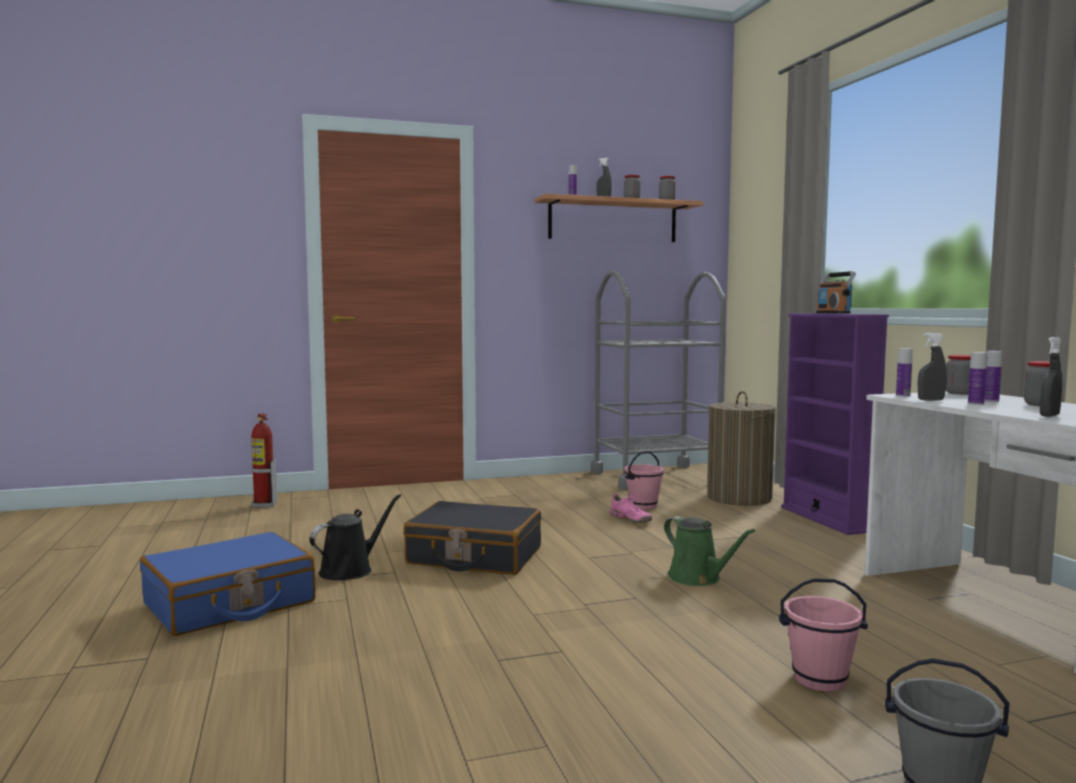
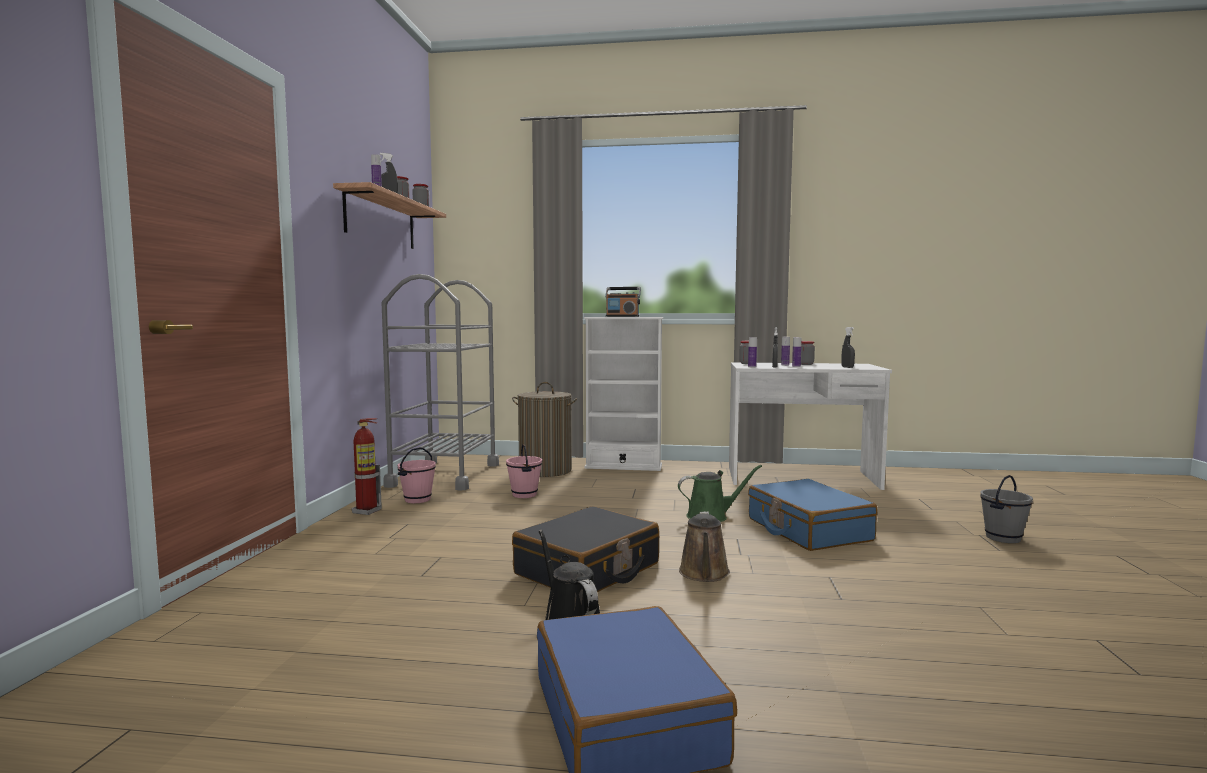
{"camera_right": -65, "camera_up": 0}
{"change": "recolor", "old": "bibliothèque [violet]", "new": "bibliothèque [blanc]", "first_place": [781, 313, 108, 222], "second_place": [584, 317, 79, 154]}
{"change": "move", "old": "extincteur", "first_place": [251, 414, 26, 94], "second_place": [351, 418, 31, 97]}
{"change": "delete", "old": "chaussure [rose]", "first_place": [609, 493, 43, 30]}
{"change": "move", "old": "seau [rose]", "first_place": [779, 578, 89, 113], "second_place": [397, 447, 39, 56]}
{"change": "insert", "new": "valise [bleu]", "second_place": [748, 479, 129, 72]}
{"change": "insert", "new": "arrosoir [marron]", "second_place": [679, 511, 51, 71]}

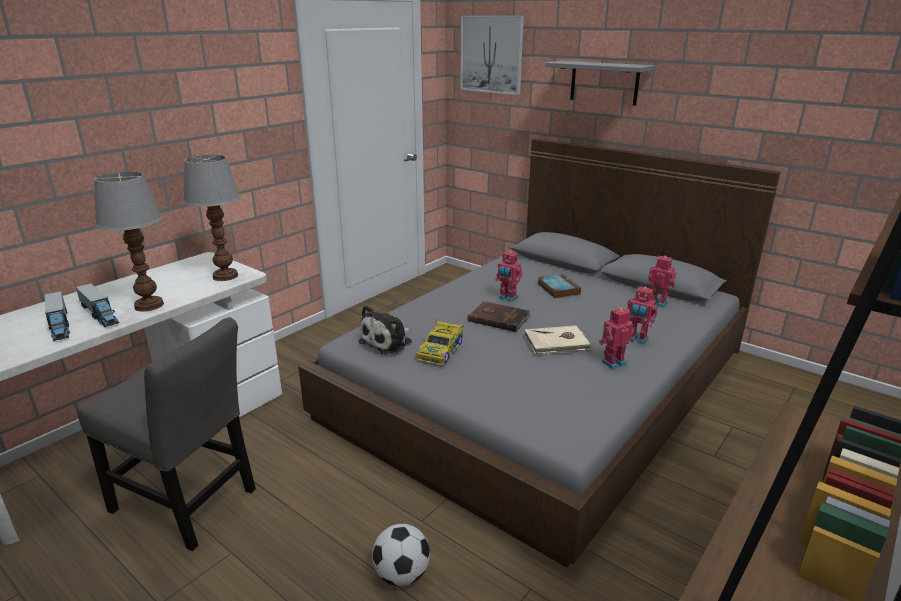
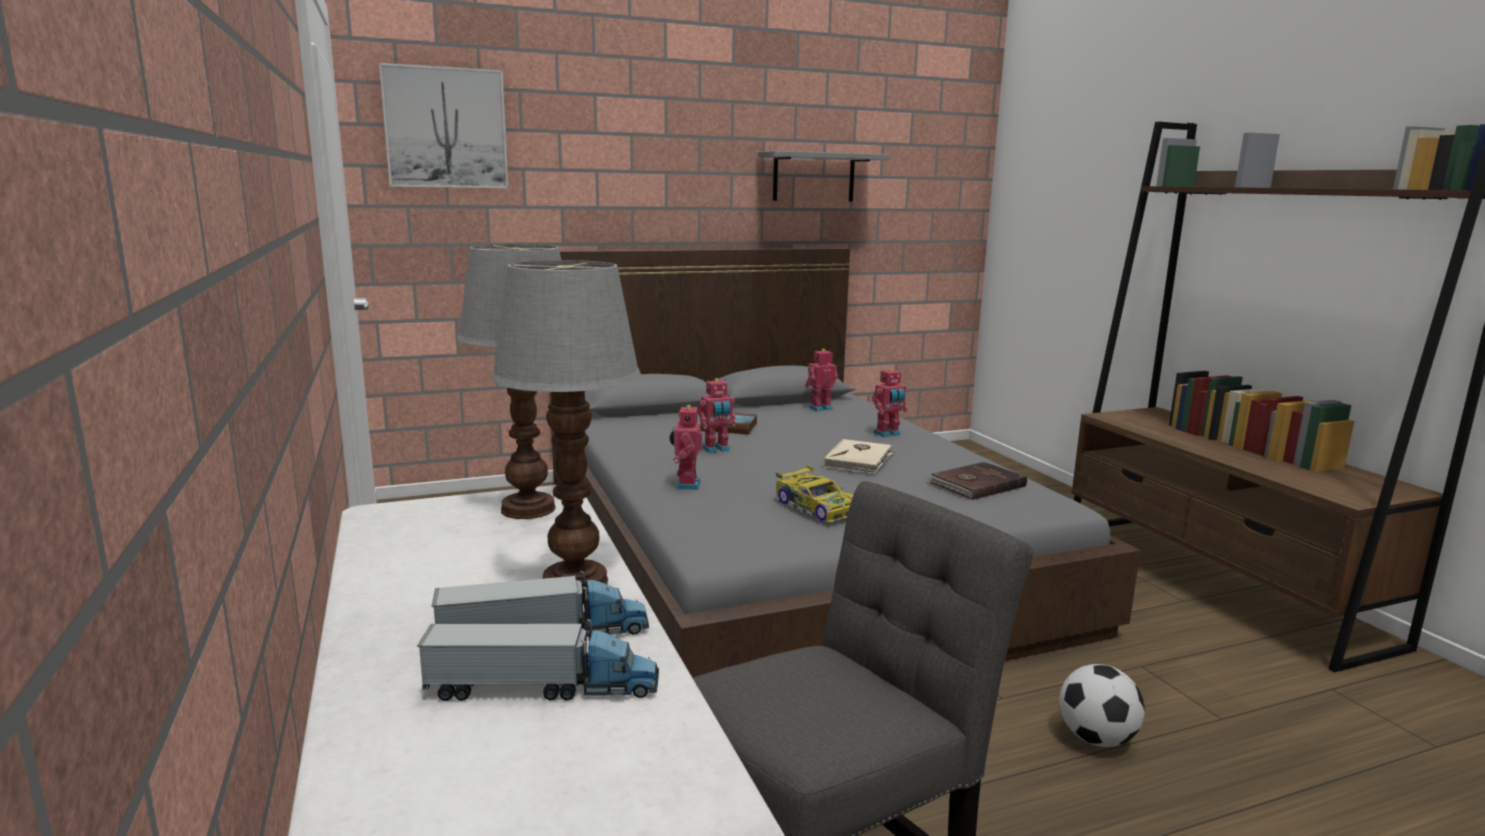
{"camera_right": -60, "camera_up": -10}
{"change": "move", "old": "étagère [gris]", "first_place": [545, 61, 110, 45], "second_place": [758, 151, 132, 51]}
{"change": "move", "old": "livre [marron]", "first_place": [468, 301, 62, 31], "second_place": [927, 462, 100, 38]}
{"change": "delete", "old": "peluche", "first_place": [358, 305, 54, 49]}
{"change": "move", "old": "robot jouet", "first_place": [599, 307, 34, 62], "second_place": [670, 404, 32, 86]}

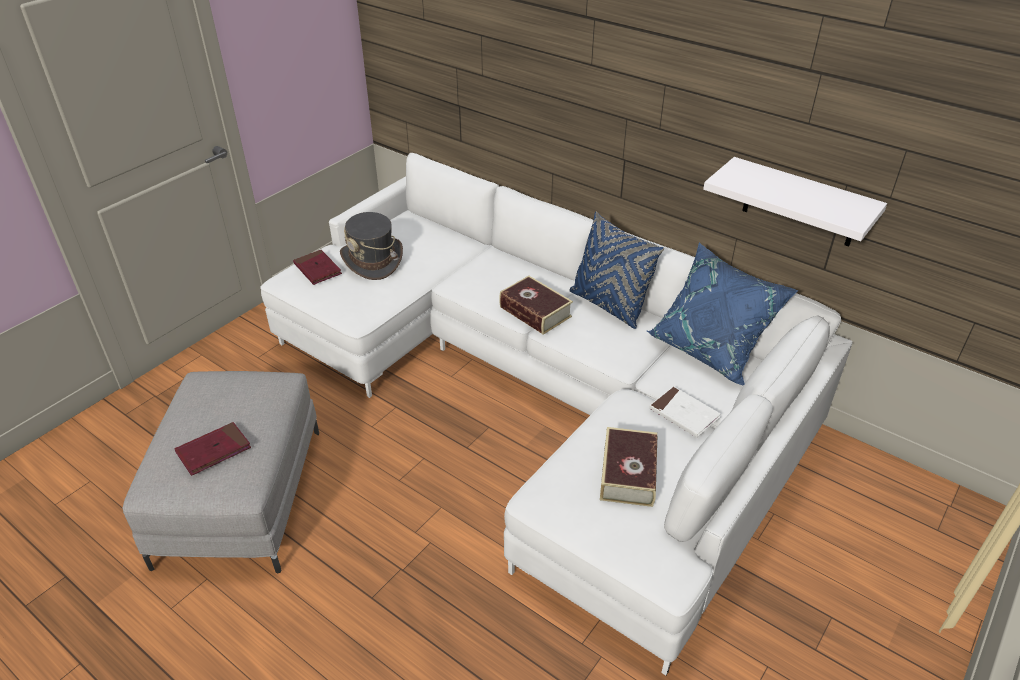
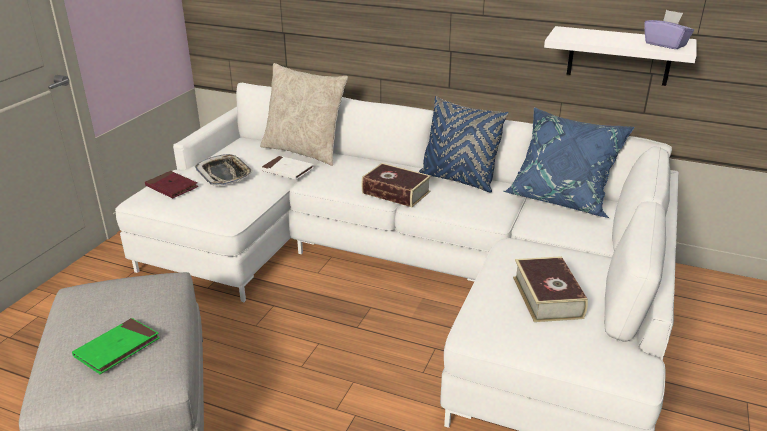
{"camera_right": -15, "camera_up": -10}
{"change": "replace", "old": "chapeau [gris]", "new": "plateau", "first_place": [340, 212, 63, 68], "second_place": [195, 154, 58, 32]}
{"change": "move", "old": "livre [blanc]", "first_place": [649, 386, 72, 52], "second_place": [261, 156, 53, 24]}
{"change": "recolor", "old": "livre [rouge]", "new": "livre [vert]", "first_place": [175, 422, 76, 54], "second_place": [72, 318, 88, 56]}
{"change": "insert", "new": "boîte à mouchoirs [violet]", "second_place": [644, 10, 50, 39]}
{"change": "insert", "new": "coussin [beige]", "second_place": [260, 63, 88, 103]}

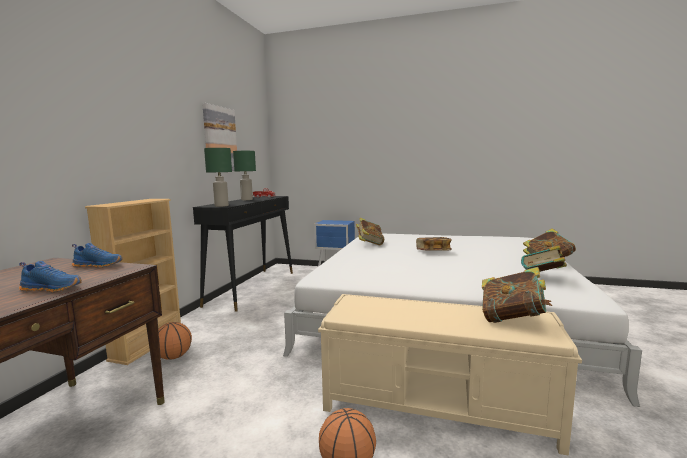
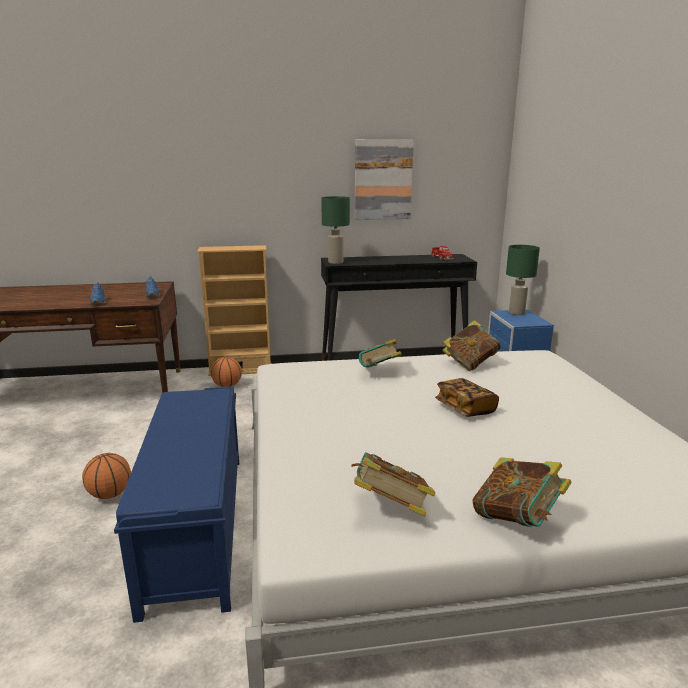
{"camera_right": 65, "camera_up": 10}
{"change": "move", "old": "lampe de table [vert]", "first_place": [233, 151, 23, 49], "second_place": [506, 245, 34, 70]}
{"change": "move", "old": "livre", "first_place": [482, 267, 70, 56], "second_place": [359, 339, 43, 29]}
{"change": "recolor", "old": "banc [beige]", "new": "banc [bleu]", "first_place": [318, 294, 264, 162], "second_place": [114, 386, 125, 237]}

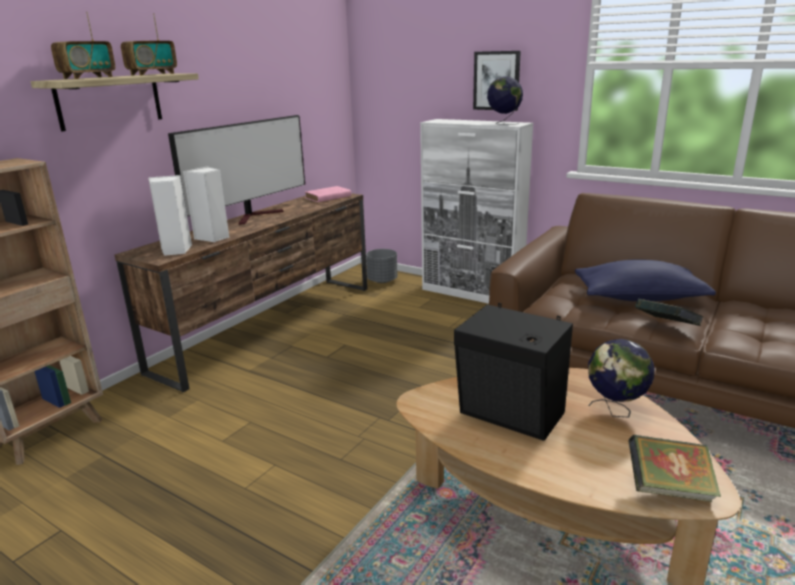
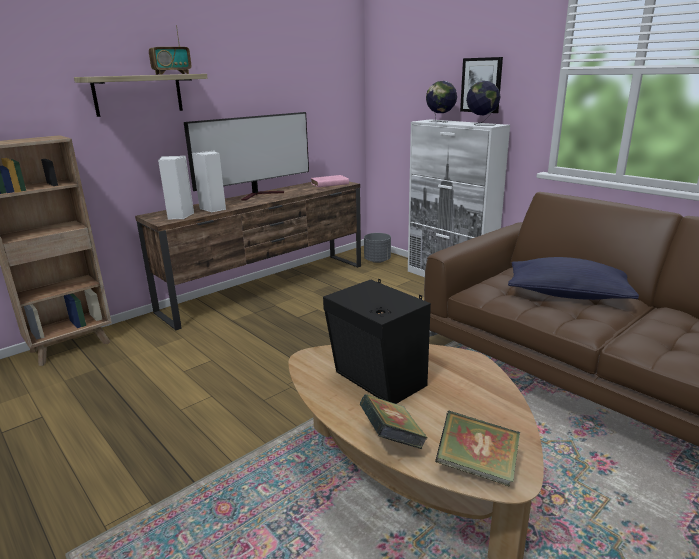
{"camera_right": 15, "camera_up": 0}
{"change": "delete", "old": "radio", "first_place": [51, 12, 64, 67]}
{"change": "move", "old": "livre", "first_place": [635, 299, 69, 27], "second_place": [359, 394, 69, 55]}
{"change": "move", "old": "globe", "first_place": [588, 339, 66, 79], "second_place": [426, 81, 31, 42]}

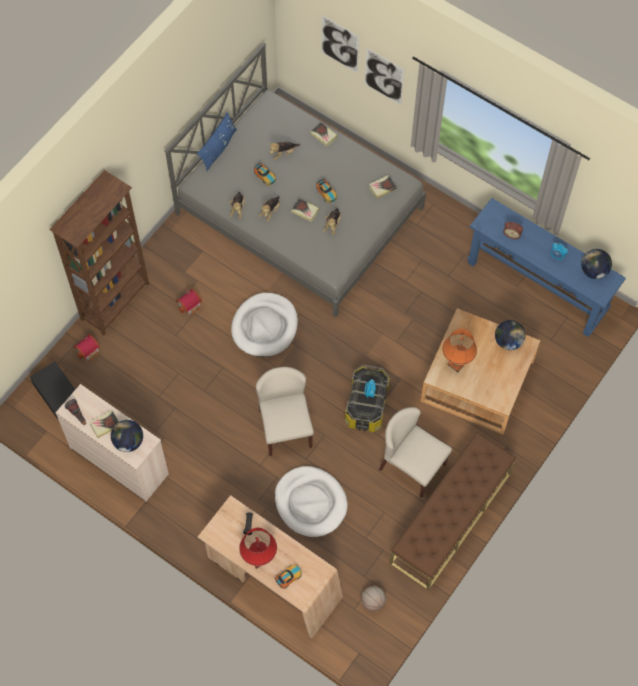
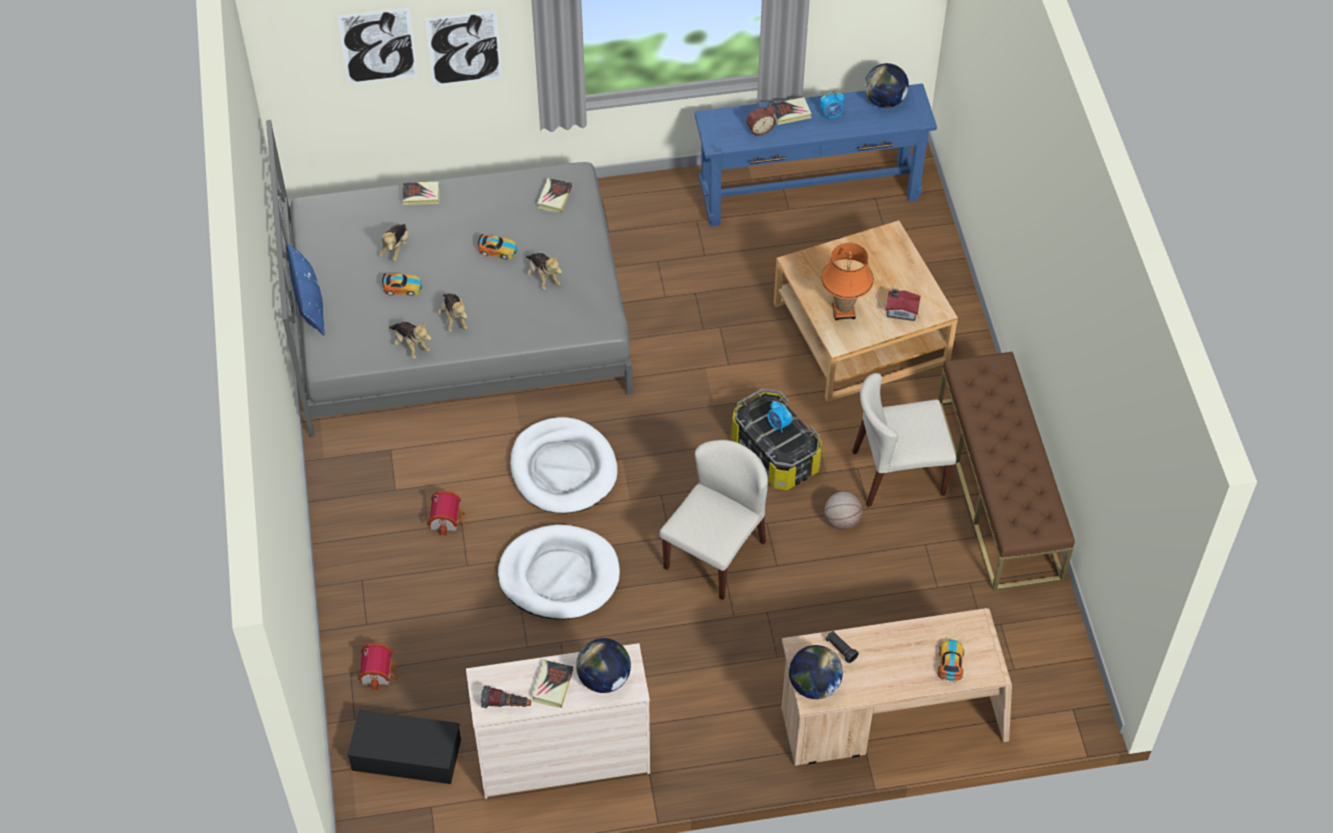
{"camera_right": -45, "camera_up": -10}
{"change": "delete", "old": "bibliothèque [marron]", "first_place": [49, 170, 100, 165]}
{"change": "move", "old": "livre", "first_place": [291, 198, 28, 24], "second_place": [770, 97, 42, 28]}
{"change": "move", "old": "globe", "first_place": [495, 320, 30, 30], "second_place": [789, 645, 54, 54]}
{"change": "rotate", "old": "chaise [beige]", "first_place": [256, 367, 58, 89], "second_place": [659, 440, 109, 160], "degrees": 90}
{"change": "move", "old": "panier pour chien [blanc]", "first_place": [275, 466, 73, 71], "second_place": [498, 525, 122, 95]}
{"change": "delete", "old": "lampe de table [rouge]", "first_place": [239, 528, 38, 41]}
{"change": "move", "old": "ballon de basket", "first_place": [361, 586, 25, 26], "second_place": [824, 492, 38, 38]}
{"change": "insert", "new": "maison miniature", "second_place": [886, 289, 34, 32]}

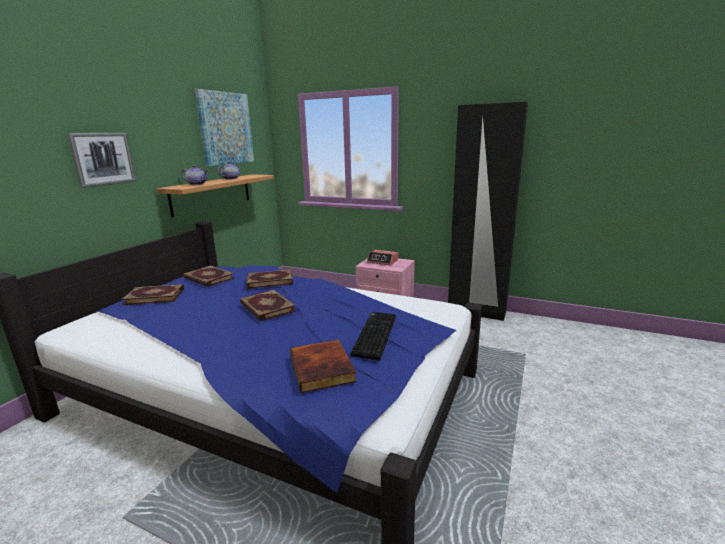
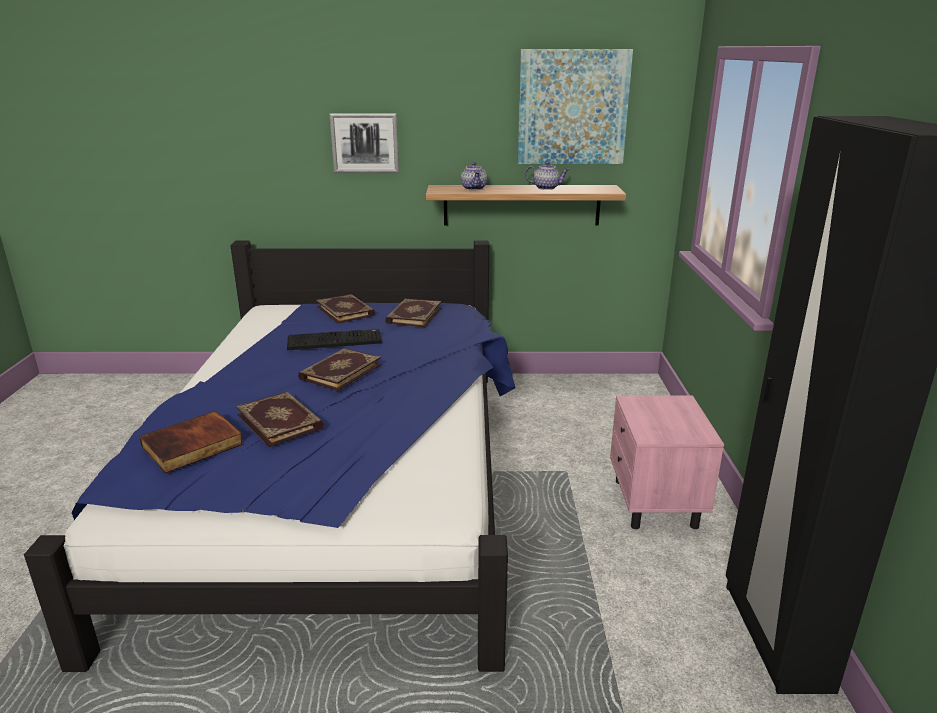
{"camera_right": 65, "camera_up": 5}
{"change": "delete", "old": "réveil", "first_place": [367, 250, 31, 16]}
{"change": "move", "old": "livre", "first_place": [246, 269, 47, 20], "second_place": [236, 392, 88, 55]}
{"change": "move", "old": "clavier", "first_place": [351, 312, 45, 49], "second_place": [287, 329, 94, 21]}

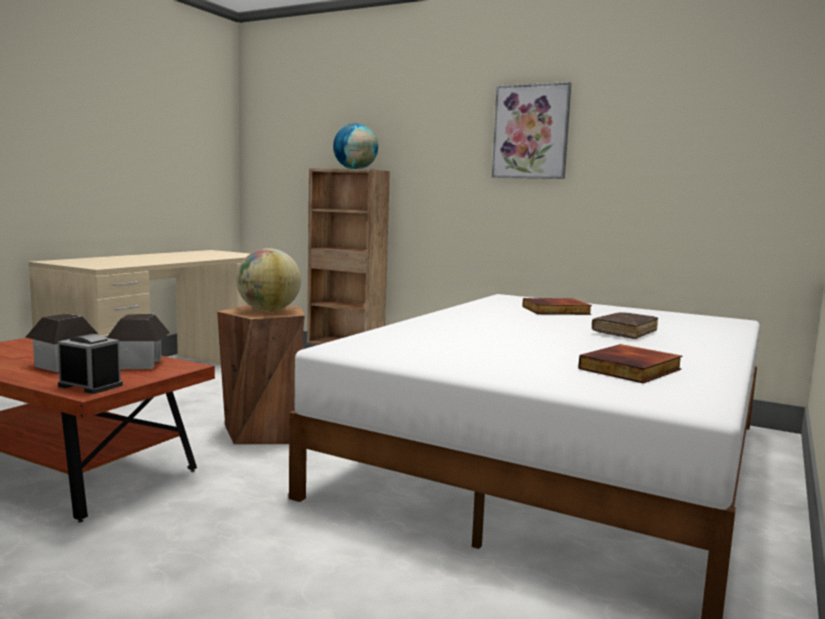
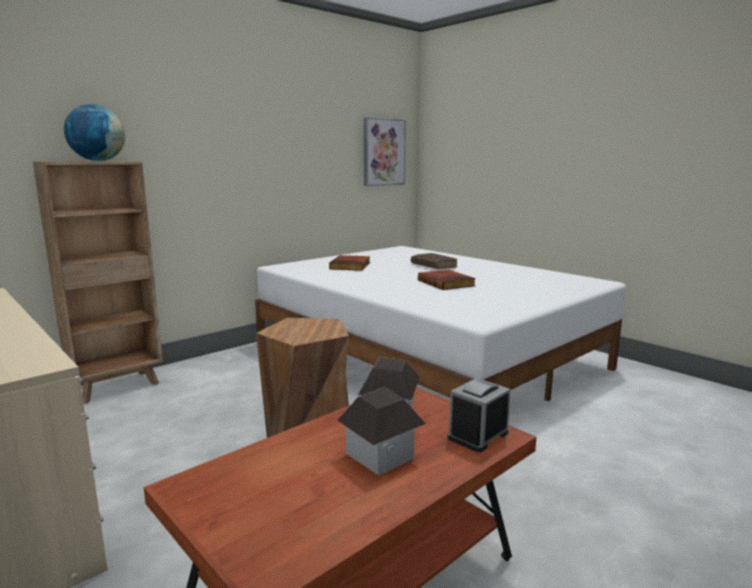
{"camera_right": -70, "camera_up": 5}
{"change": "move", "old": "tableau", "first_place": [492, 82, 79, 97], "second_place": [364, 117, 42, 69]}
{"change": "delete", "old": "globe", "first_place": [236, 248, 65, 64]}
{"change": "move", "old": "livre", "first_place": [578, 344, 104, 39], "second_place": [418, 270, 58, 20]}

